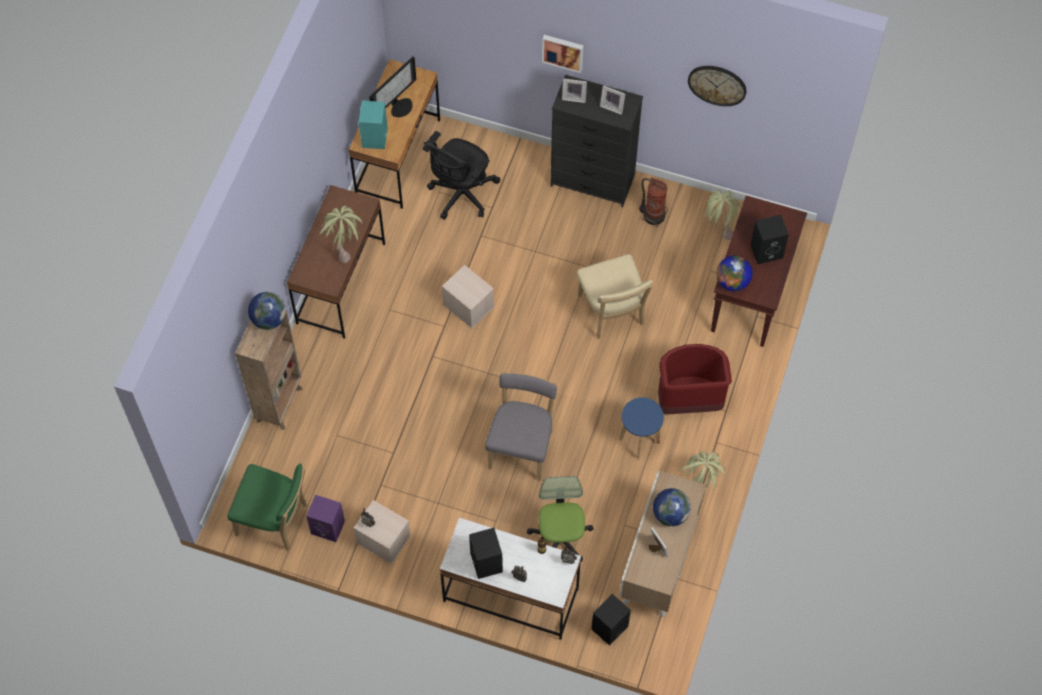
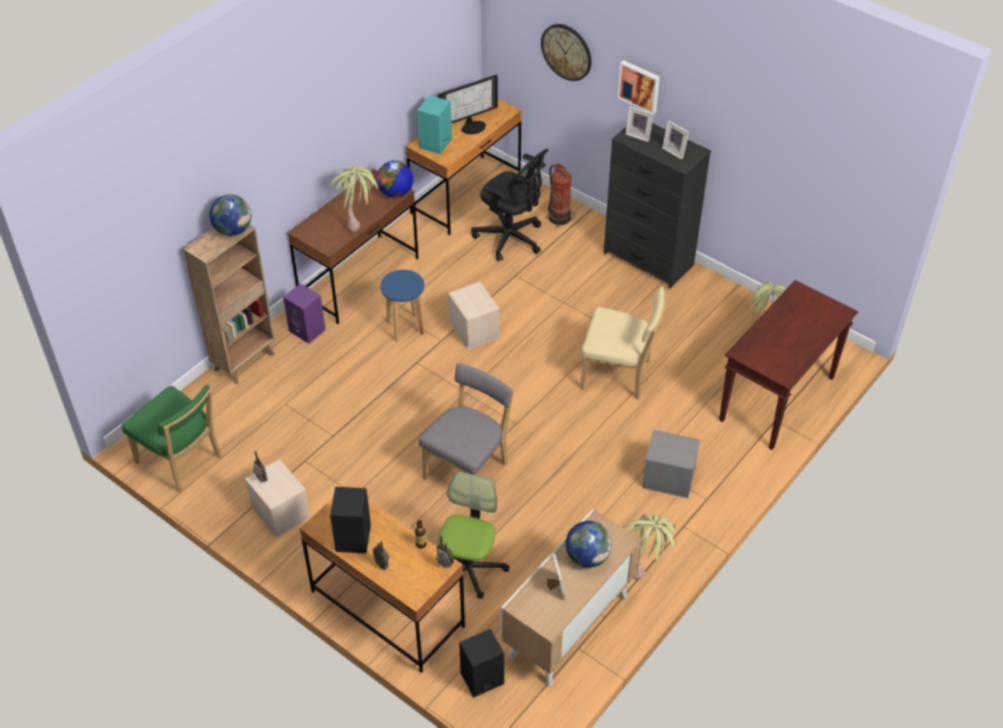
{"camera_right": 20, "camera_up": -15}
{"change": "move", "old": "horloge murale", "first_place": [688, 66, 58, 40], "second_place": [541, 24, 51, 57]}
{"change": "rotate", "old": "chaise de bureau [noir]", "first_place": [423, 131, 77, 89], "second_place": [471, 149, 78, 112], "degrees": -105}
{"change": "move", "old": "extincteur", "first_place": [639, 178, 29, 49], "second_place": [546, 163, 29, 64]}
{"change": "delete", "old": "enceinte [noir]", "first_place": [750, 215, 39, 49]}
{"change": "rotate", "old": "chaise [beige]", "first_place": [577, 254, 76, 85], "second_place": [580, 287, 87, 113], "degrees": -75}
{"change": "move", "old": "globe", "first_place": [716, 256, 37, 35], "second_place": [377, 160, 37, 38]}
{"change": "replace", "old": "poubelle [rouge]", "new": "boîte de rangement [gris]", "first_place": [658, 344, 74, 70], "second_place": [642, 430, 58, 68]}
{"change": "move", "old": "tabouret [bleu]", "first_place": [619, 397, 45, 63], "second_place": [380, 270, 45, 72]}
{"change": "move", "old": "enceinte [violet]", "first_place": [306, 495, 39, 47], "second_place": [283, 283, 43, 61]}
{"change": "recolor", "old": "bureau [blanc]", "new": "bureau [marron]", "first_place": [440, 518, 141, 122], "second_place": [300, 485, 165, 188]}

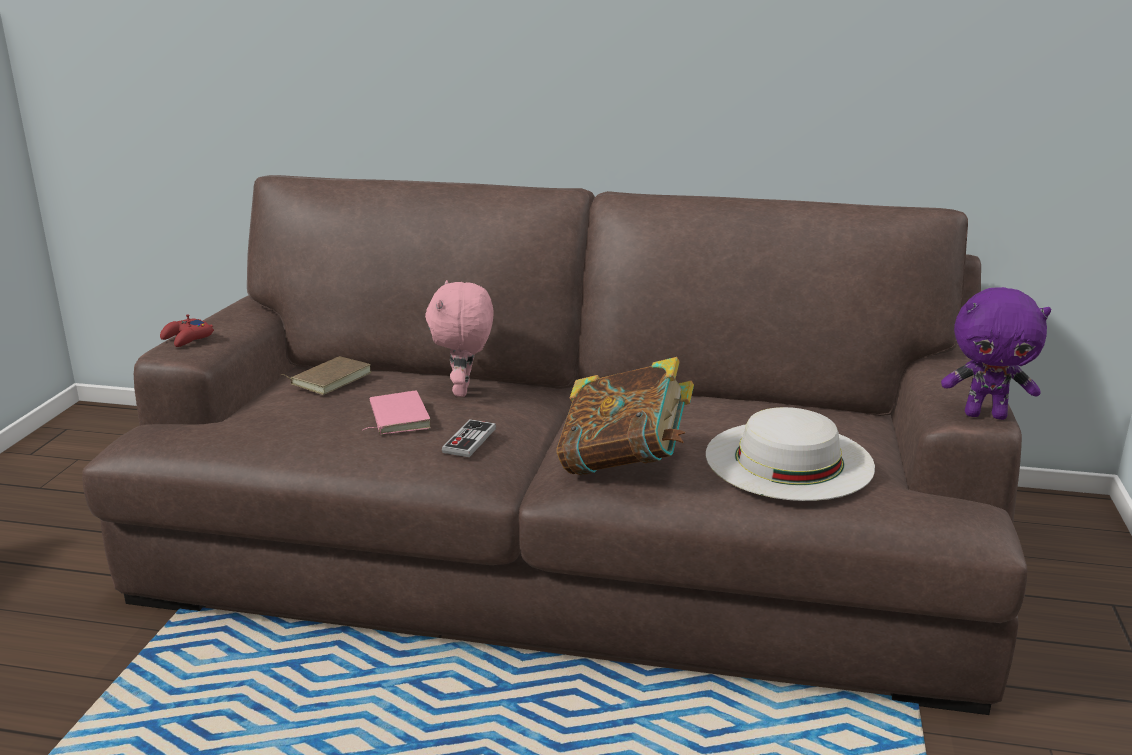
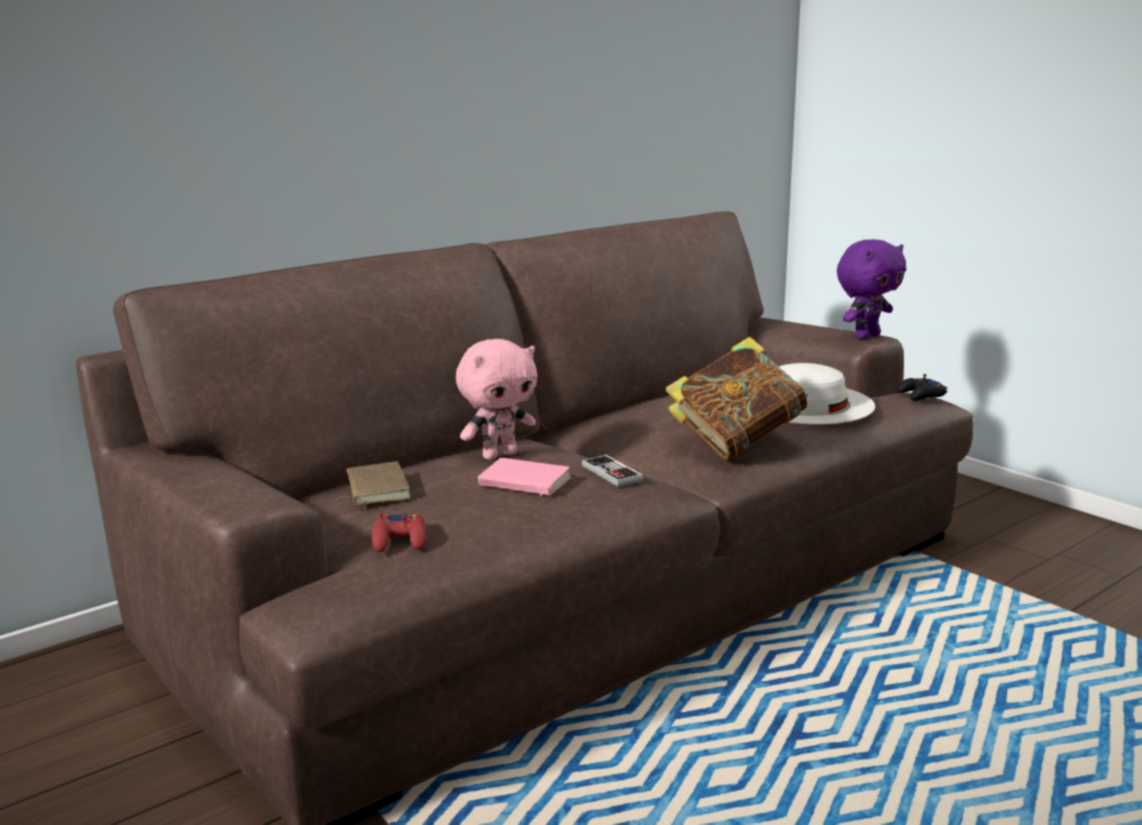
{"camera_right": -50, "camera_up": -5}
{"change": "rotate", "old": "peluche [rose]", "first_place": [425, 280, 69, 117], "second_place": [456, 339, 81, 121], "degrees": -75}
{"change": "move", "old": "manette [rouge]", "first_place": [160, 314, 54, 33], "second_place": [372, 513, 54, 39]}
{"change": "insert", "new": "manette [noir]", "second_place": [897, 374, 50, 27]}

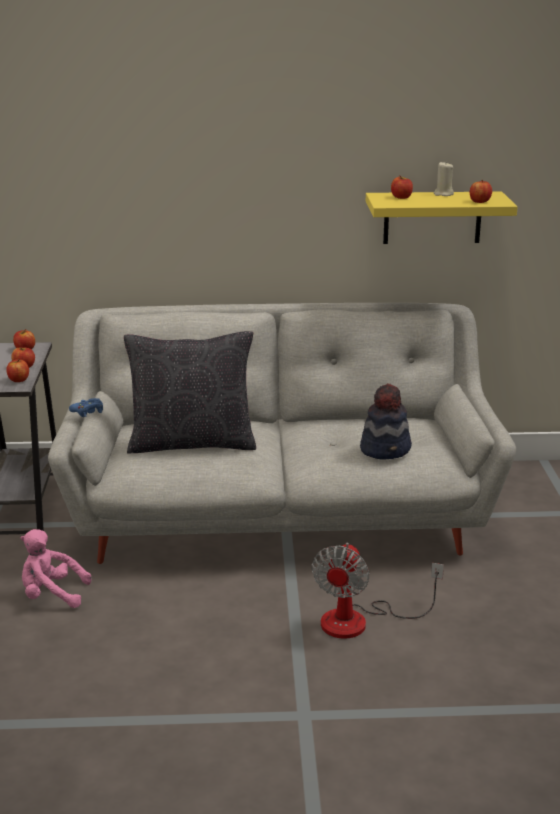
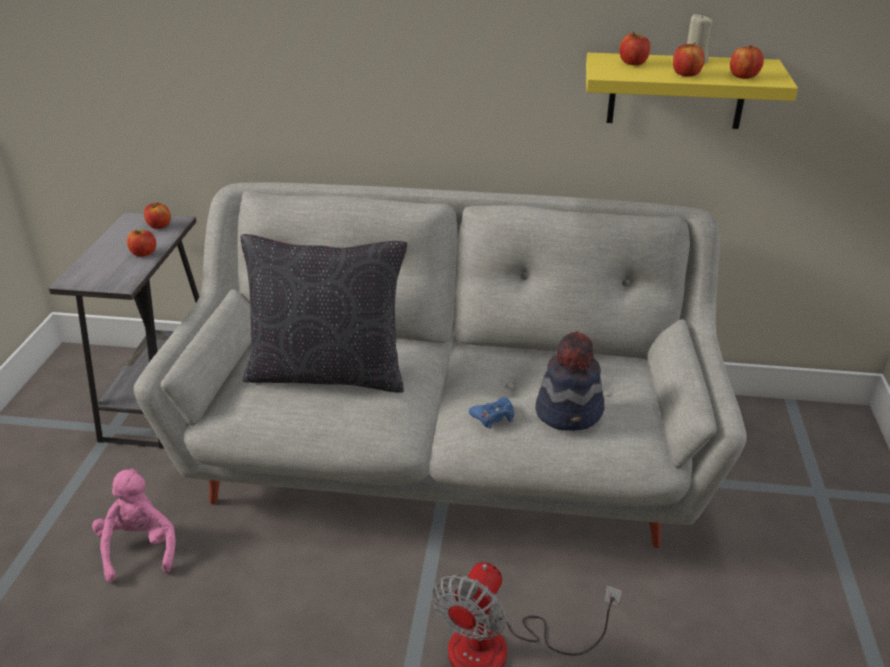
{"camera_right": 10, "camera_up": 10}
{"change": "move", "old": "pomme", "first_place": [6, 359, 23, 23], "second_place": [673, 43, 32, 34]}
{"change": "move", "old": "manette [bleu]", "first_place": [69, 398, 34, 19], "second_place": [469, 397, 45, 32]}
{"change": "rotate", "old": "peluche [rose]", "first_place": [20, 529, 71, 79], "second_place": [92, 468, 84, 114], "degrees": 60}

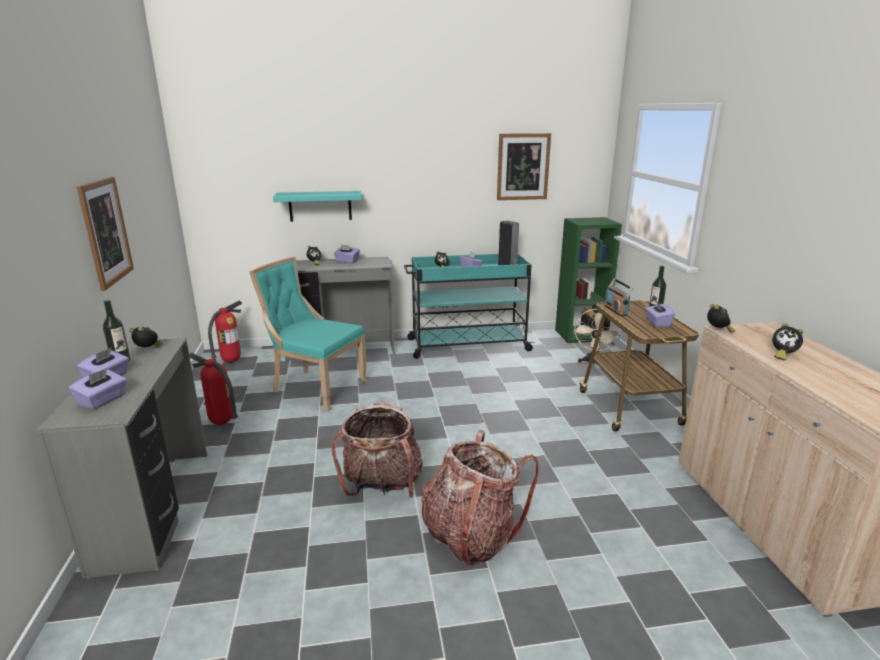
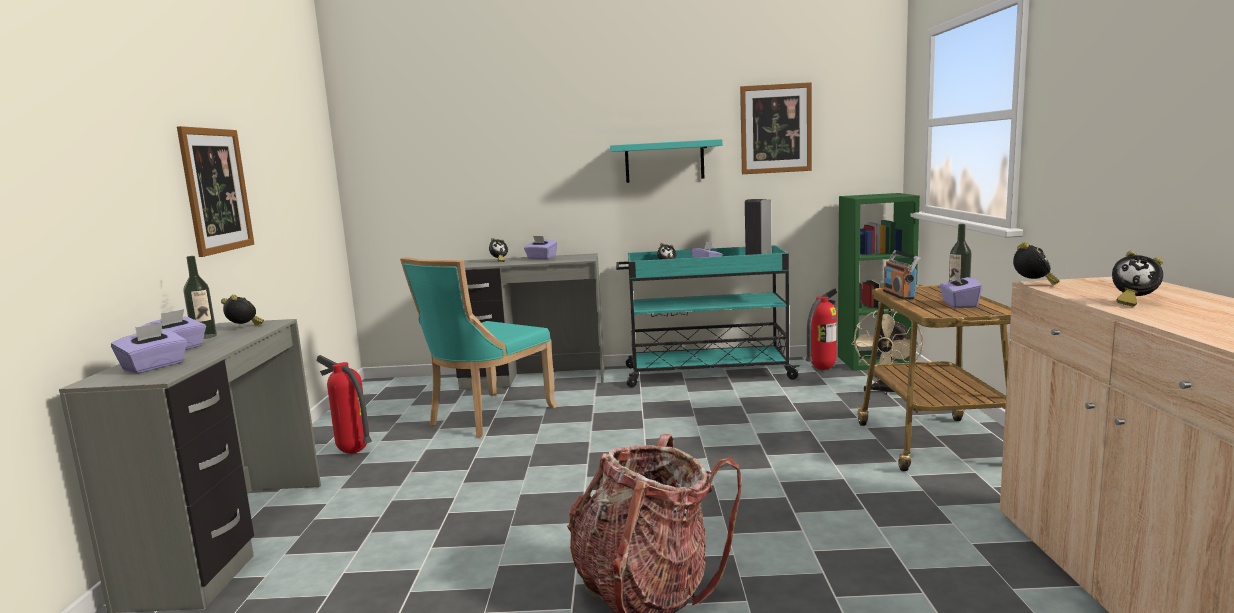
{"camera_right": 10, "camera_up": -10}
{"change": "move", "old": "étagère [turquoise]", "first_place": [273, 191, 89, 31], "second_place": [610, 139, 113, 44]}
{"change": "rotate", "old": "chaise [turquoise]", "first_place": [249, 257, 119, 154], "second_place": [400, 257, 157, 180], "degrees": -90}
{"change": "move", "old": "extincteur", "first_place": [208, 300, 35, 63], "second_place": [805, 288, 32, 82]}
{"change": "delete", "old": "sac à dos", "first_place": [332, 401, 91, 97]}

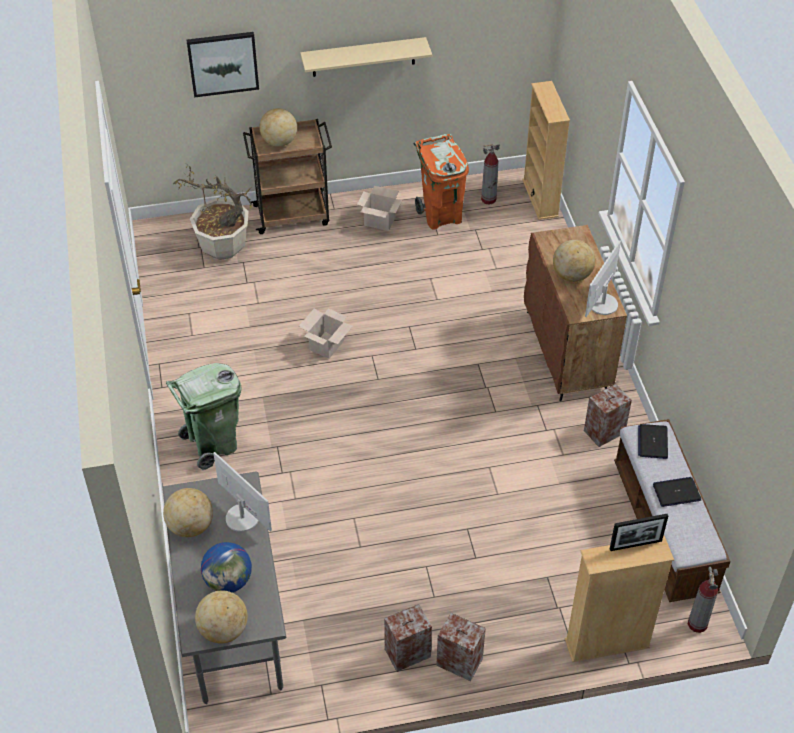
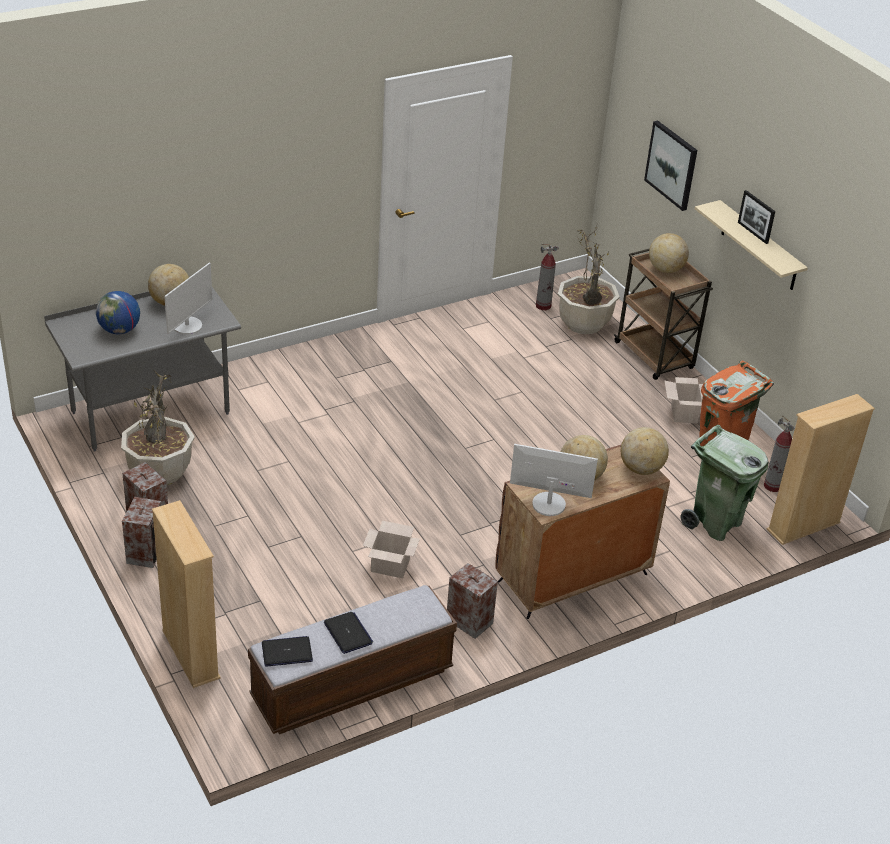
{"camera_right": 70, "camera_up": -10}
{"change": "move", "old": "carton", "first_place": [299, 308, 54, 51], "second_place": [363, 521, 57, 57]}
{"change": "move", "old": "poubelle [vert]", "first_place": [166, 363, 75, 107], "second_place": [680, 425, 88, 116]}
{"change": "move", "old": "ordinateur portable", "first_place": [638, 424, 30, 35], "second_place": [262, 636, 51, 31]}
{"change": "move", "old": "cadre photo", "first_place": [610, 514, 58, 37], "second_place": [738, 190, 37, 54]}
{"change": "move", "old": "extincteur", "first_place": [688, 567, 30, 66], "second_place": [536, 244, 23, 66]}
{"change": "move", "old": "globe", "first_place": [195, 590, 53, 53], "second_place": [621, 427, 48, 48]}
{"change": "insert", "new": "plante en pot", "second_place": [121, 370, 74, 115]}

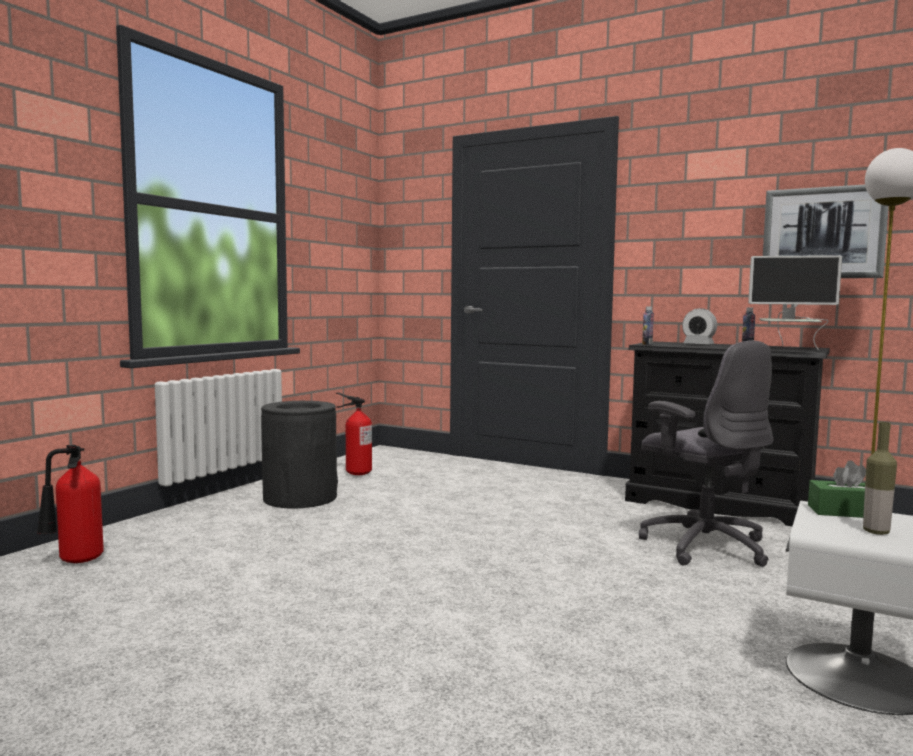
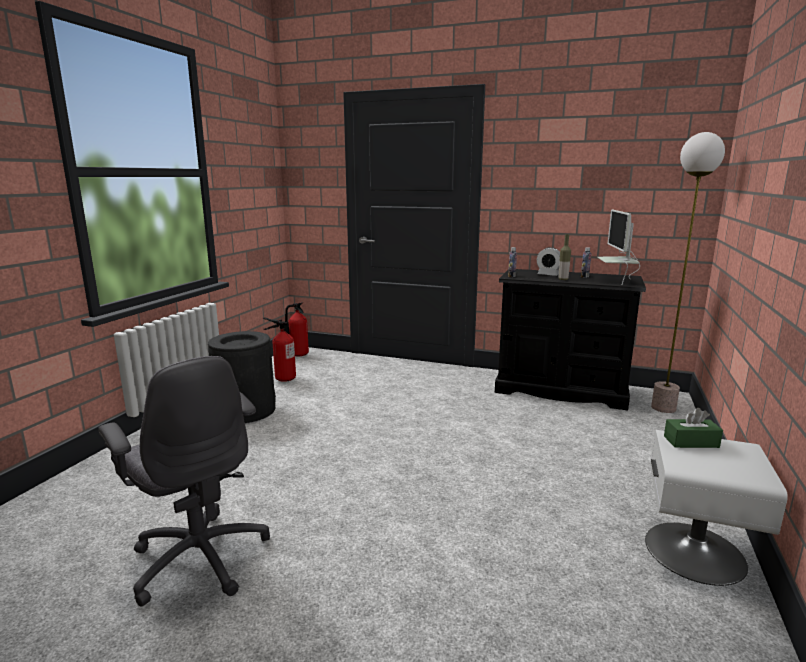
{"camera_right": -10, "camera_up": 10}
{"change": "delete", "old": "tableau", "first_place": [763, 185, 126, 93]}
{"change": "rotate", "old": "écran d'ordinateur", "first_place": [748, 255, 94, 95], "second_place": [597, 210, 43, 74], "degrees": 90}
{"change": "move", "old": "chaise de bureau [gris]", "first_place": [639, 341, 134, 226], "second_place": [98, 356, 172, 251]}
{"change": "move", "old": "bouteille", "first_place": [863, 422, 34, 113], "second_place": [558, 234, 13, 46]}
{"change": "move", "old": "extincteur", "first_place": [37, 445, 67, 118], "second_place": [284, 302, 25, 55]}

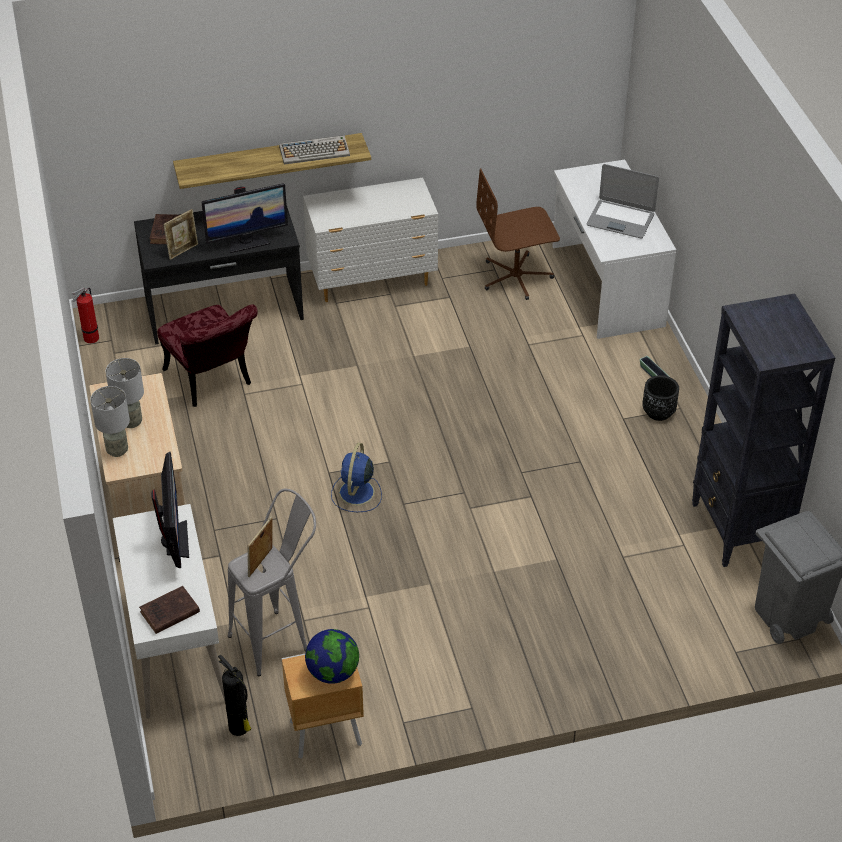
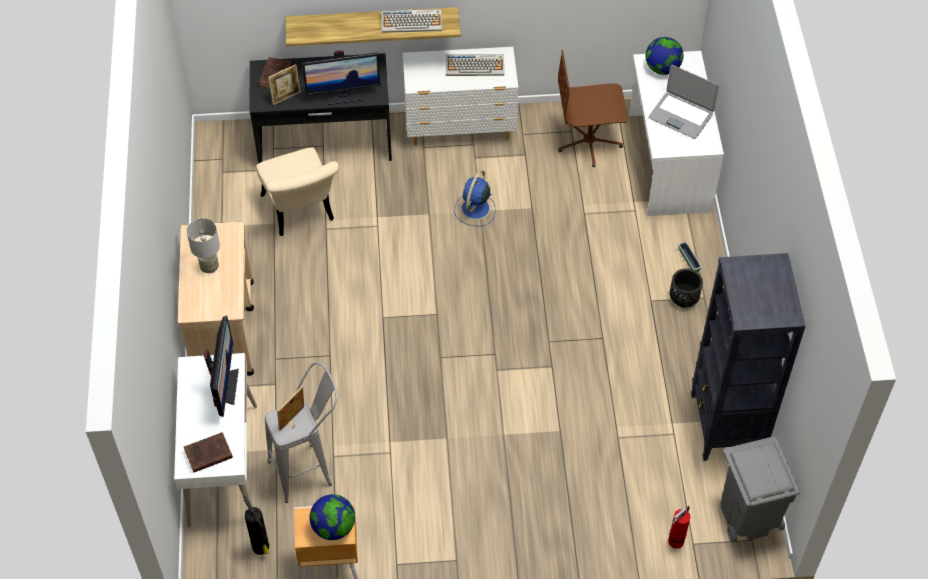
{"camera_right": 10, "camera_up": 10}
{"change": "move", "old": "extincteur", "first_place": [72, 287, 27, 56], "second_place": [668, 506, 22, 43]}
{"change": "recolor", "old": "chaise [rouge]", "new": "chaise [beige]", "first_place": [157, 304, 101, 103], "second_place": [256, 147, 83, 89]}
{"change": "delete", "old": "lampe de table [gris]", "first_place": [90, 386, 40, 71]}
{"change": "move", "old": "ventilateur [bleu]", "first_place": [331, 443, 51, 69], "second_place": [454, 170, 42, 56]}
{"change": "insert", "new": "globe", "second_place": [646, 37, 37, 38]}
{"change": "insert", "new": "clavier", "second_place": [446, 54, 58, 22]}

